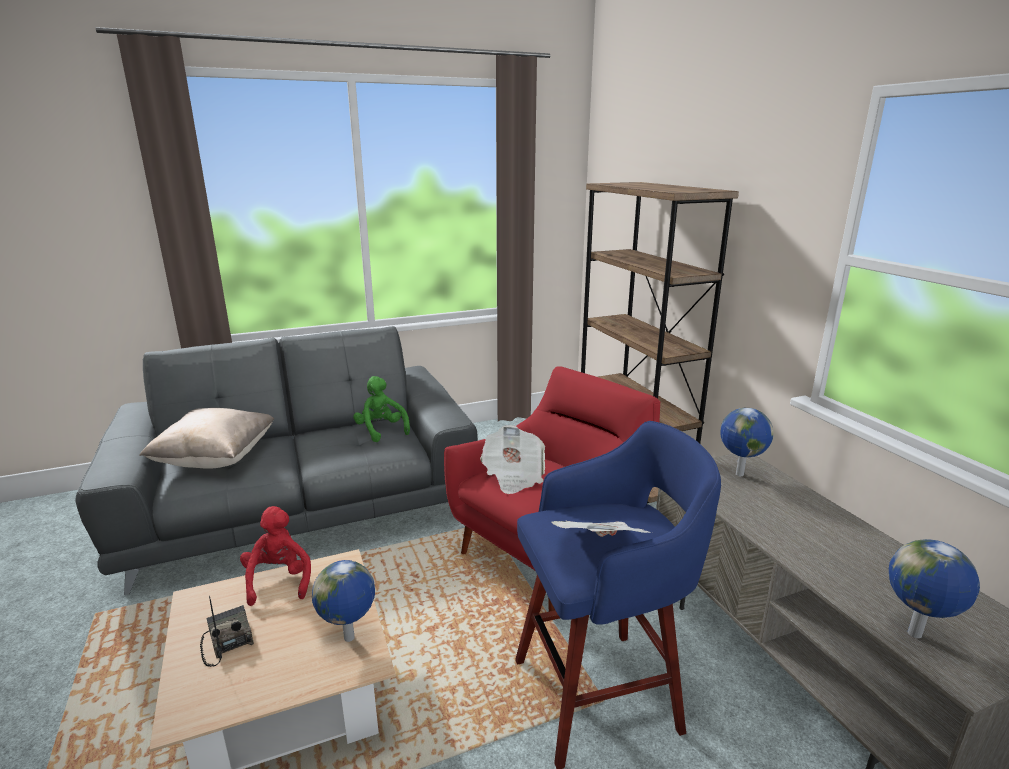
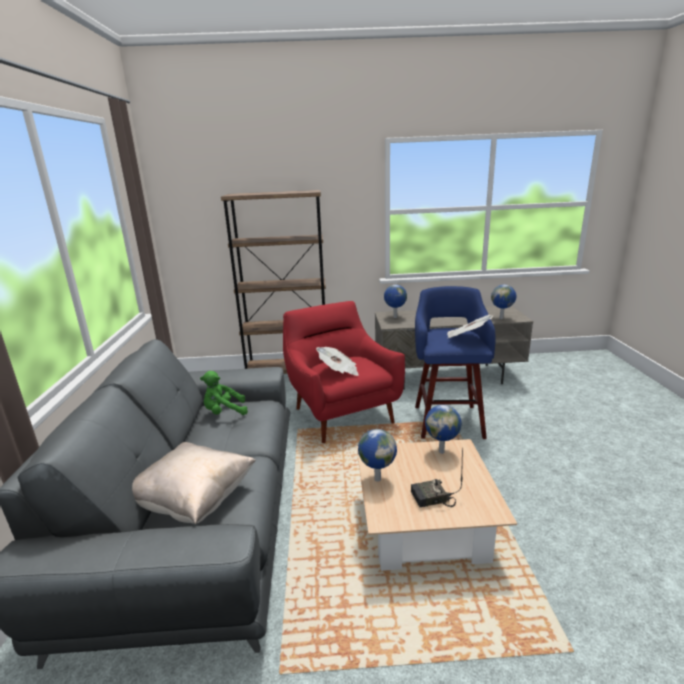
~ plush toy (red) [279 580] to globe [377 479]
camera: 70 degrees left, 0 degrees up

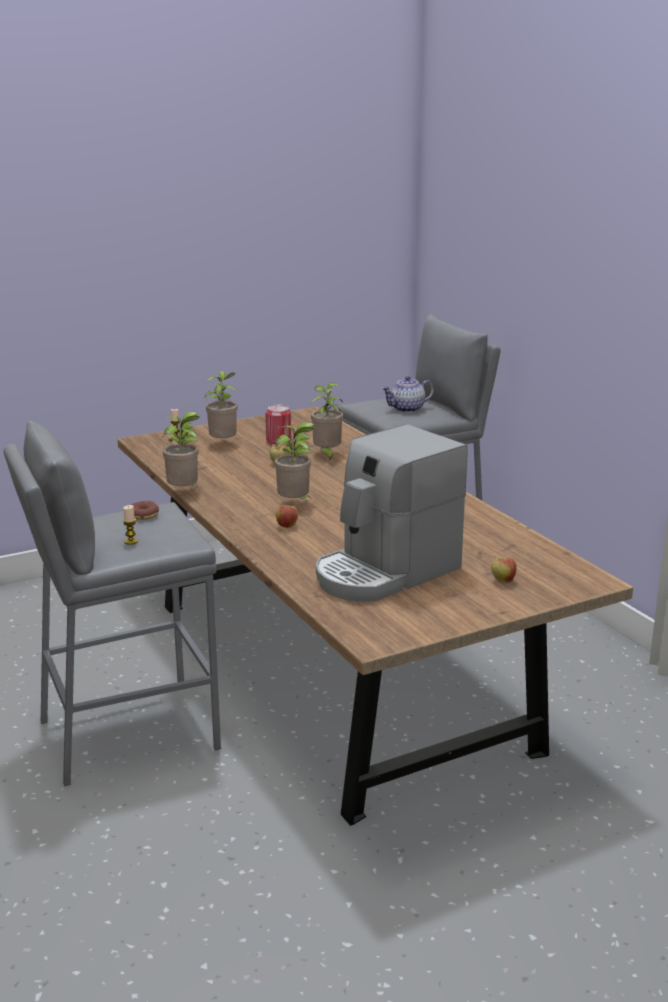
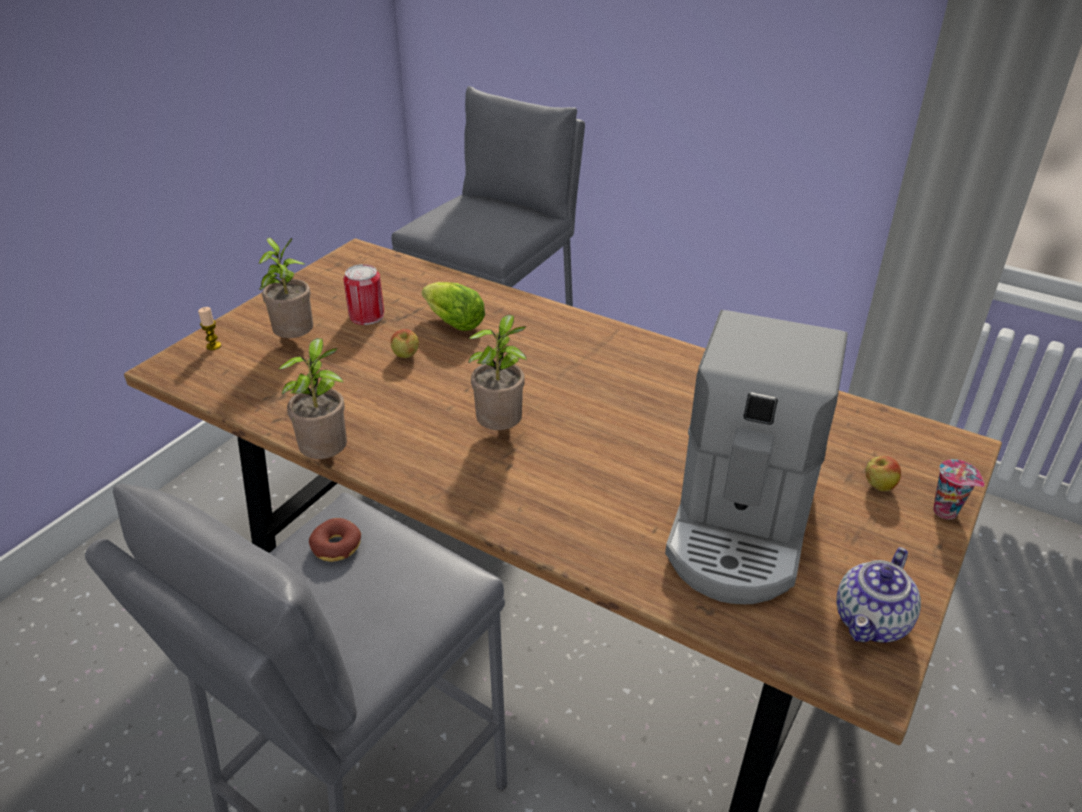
~ potted plant [327 455] to lettuce [451 322]
~ teapot [407 409] to [872 622]
+ cup [947 512]
- candle [131 541]
- apple [287 526]
camera: 30 degrees left, 15 degrees up

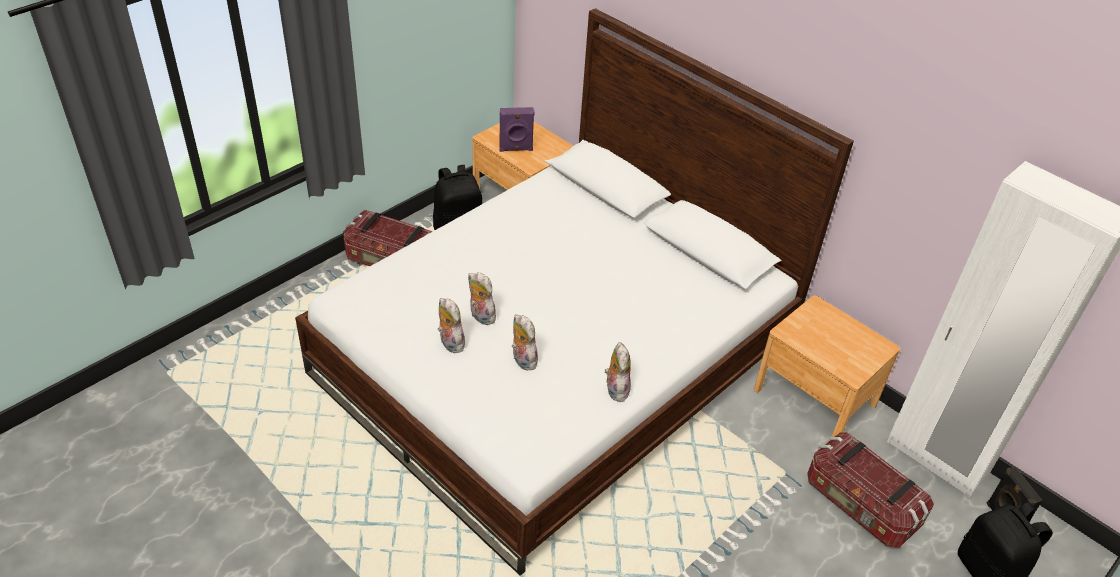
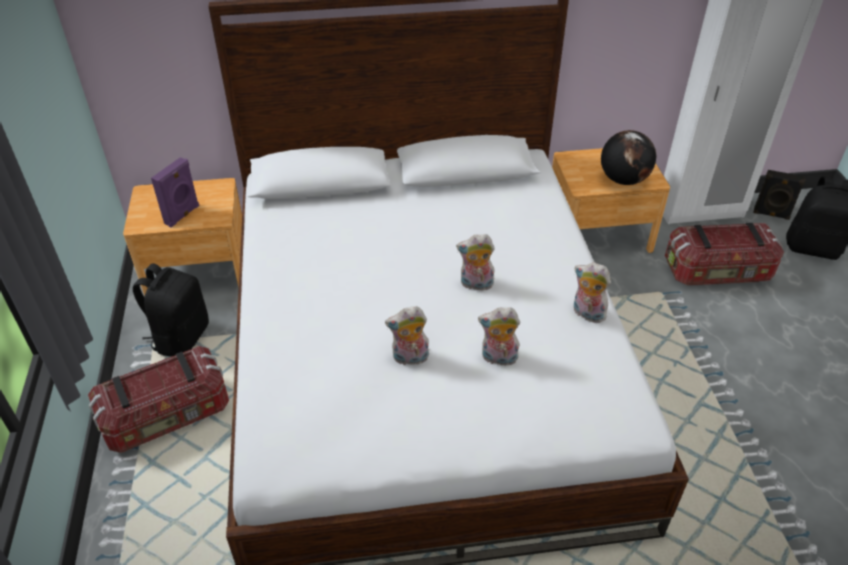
~ plush toy [450 343] to [475 285]
+ globe [623 180]
camera: 50 degrees left, 0 degrees up

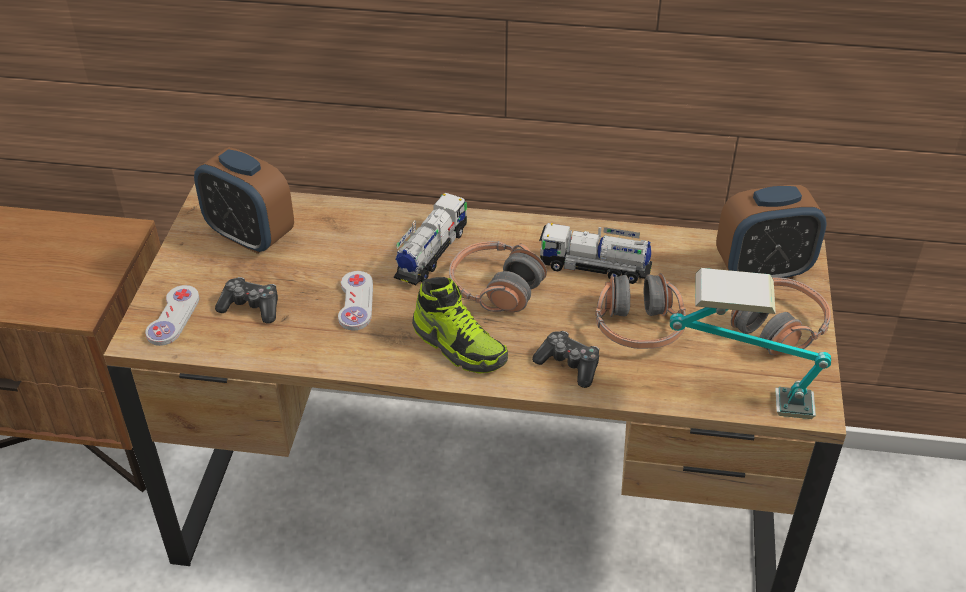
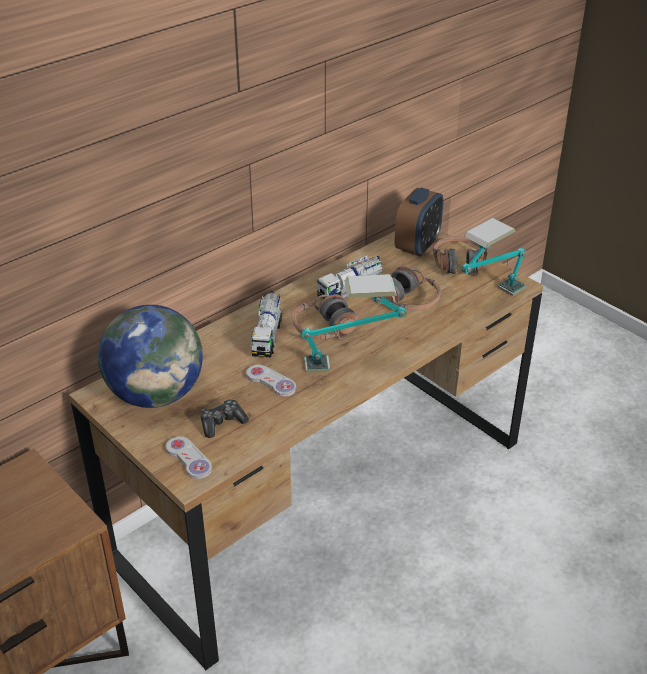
~ alarm clock [250 236] to globe [156 394]
~ toy truck [431 253] = [267 336] 150 degrees counterclockwise
~ shoe [460 346] to table lamp [352 363]
- game controller [569 365]
camera: 50 degrees left, 5 degrees down

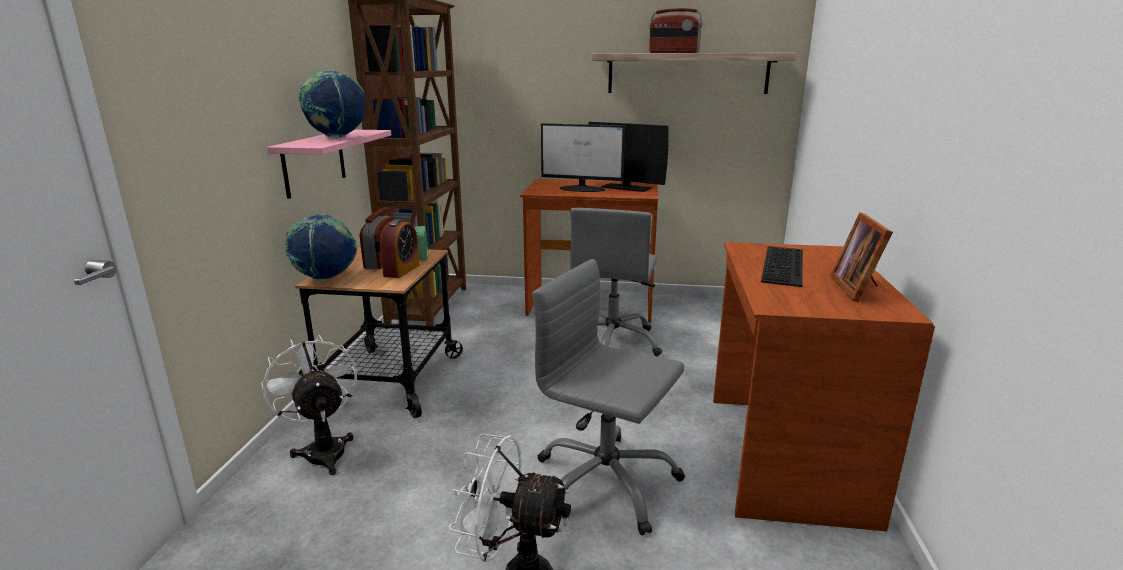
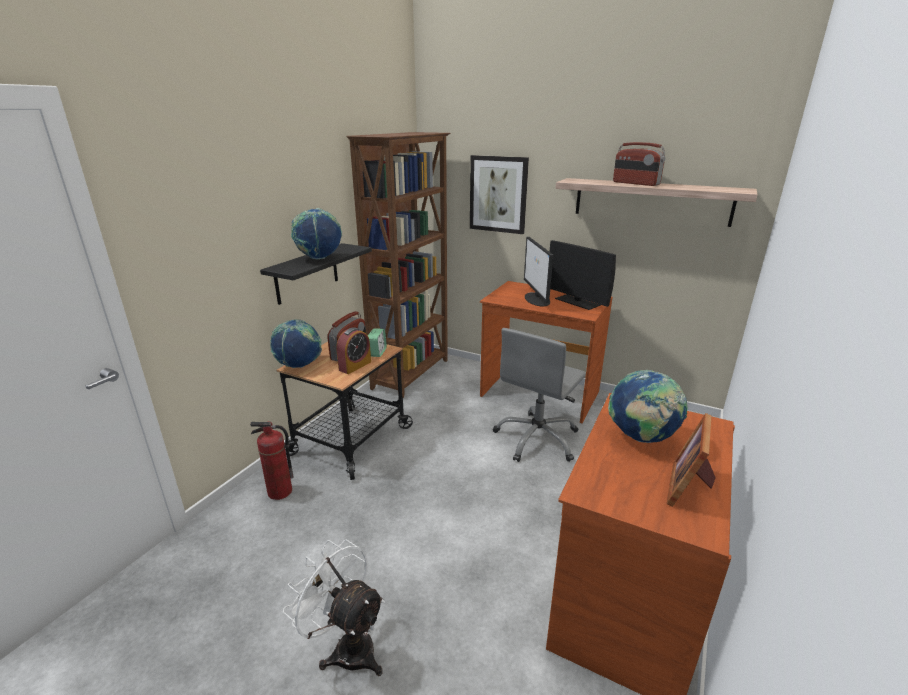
~ fan (white) [323 449] to fire extinguisher [279 492]
~ shelf (pink) [314 162] to shelf (black) [307 273]
+ picture [498 194]
~ monitor [582 189] = [537 299] 45 degrees clockwise
~ keyboard [785 266] to globe [641 438]
- office chair (grey) [605 483]
camera: 20 degrees right, 5 degrees up

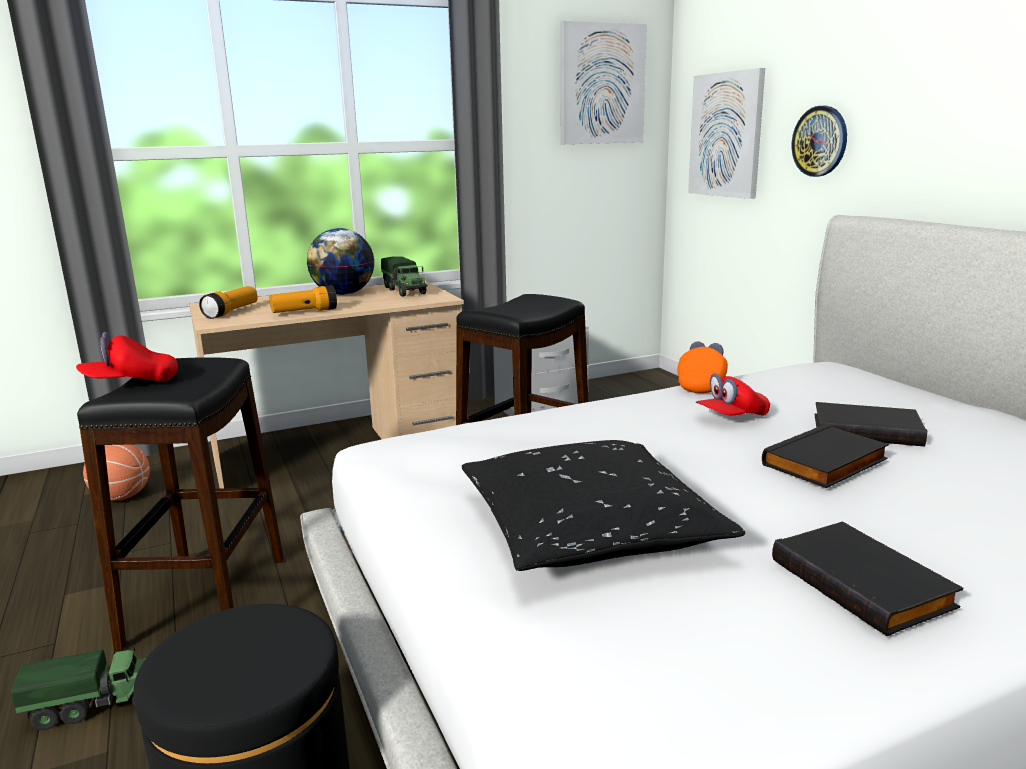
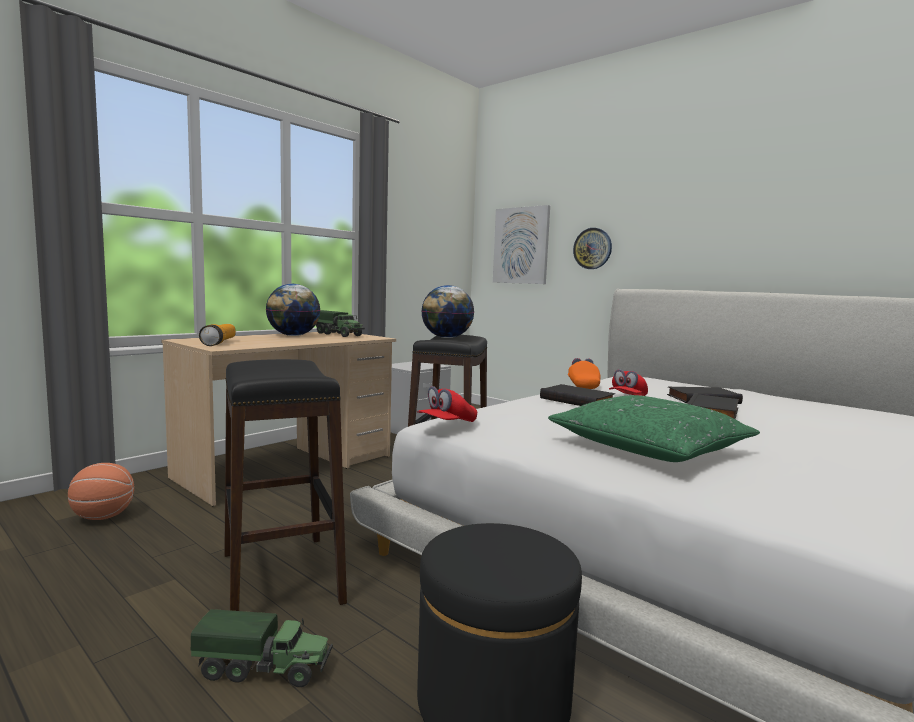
~ toy truck [102 704] = [264 669] 45 degrees clockwise
~ cap (red) [131 383] to [447 424]
+ globe [446 338]
~ book (black) [864 583] to [578 400]
~ pillow (black) [588 528] to pillow (green) [649 448]
- flashlight [304 312]
- picture [601 84]
camera: 25 degrees left, 10 degrees down

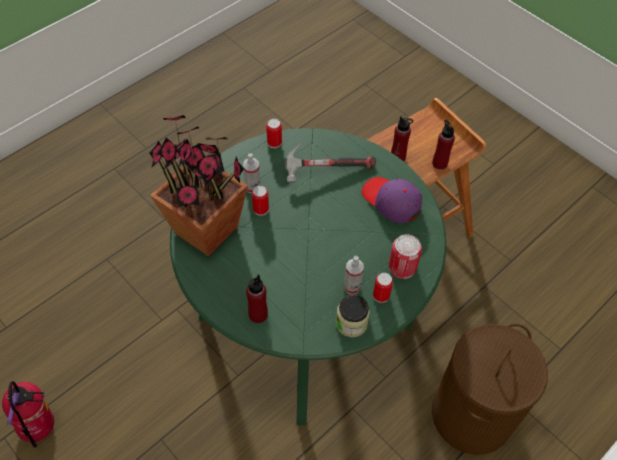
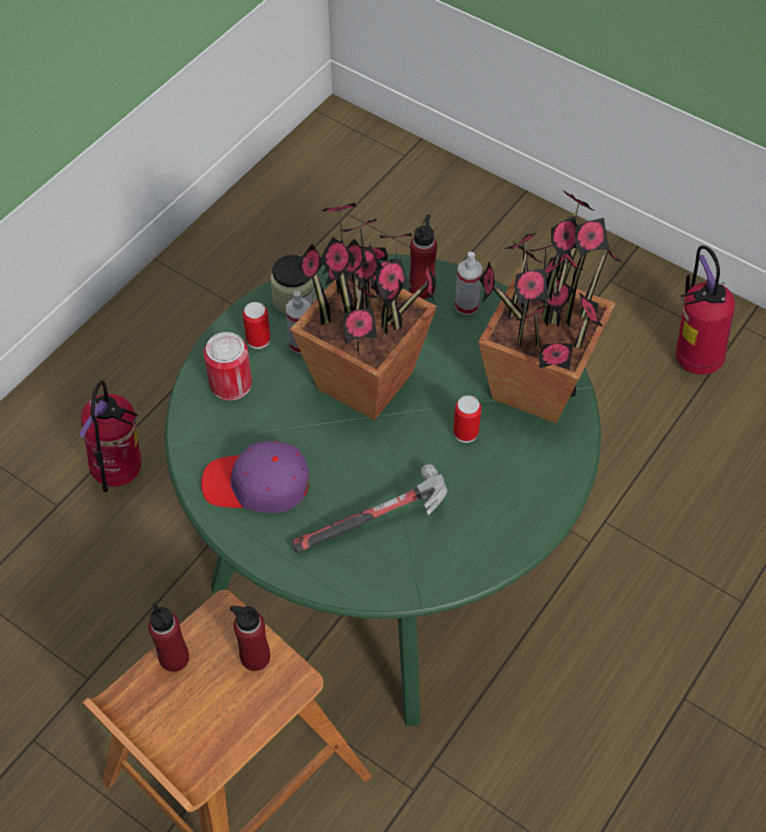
~ laundry basket (brown) [471 415] to fire extinguisher [120 474]
~ cap (purple) [391 201] = [257 484] 150 degrees clockwise
+ potted plant [366 381]
~ spray bottle [252 187] to [466 306]
- can [274 143]
camera: 170 degrees right, 0 degrees up

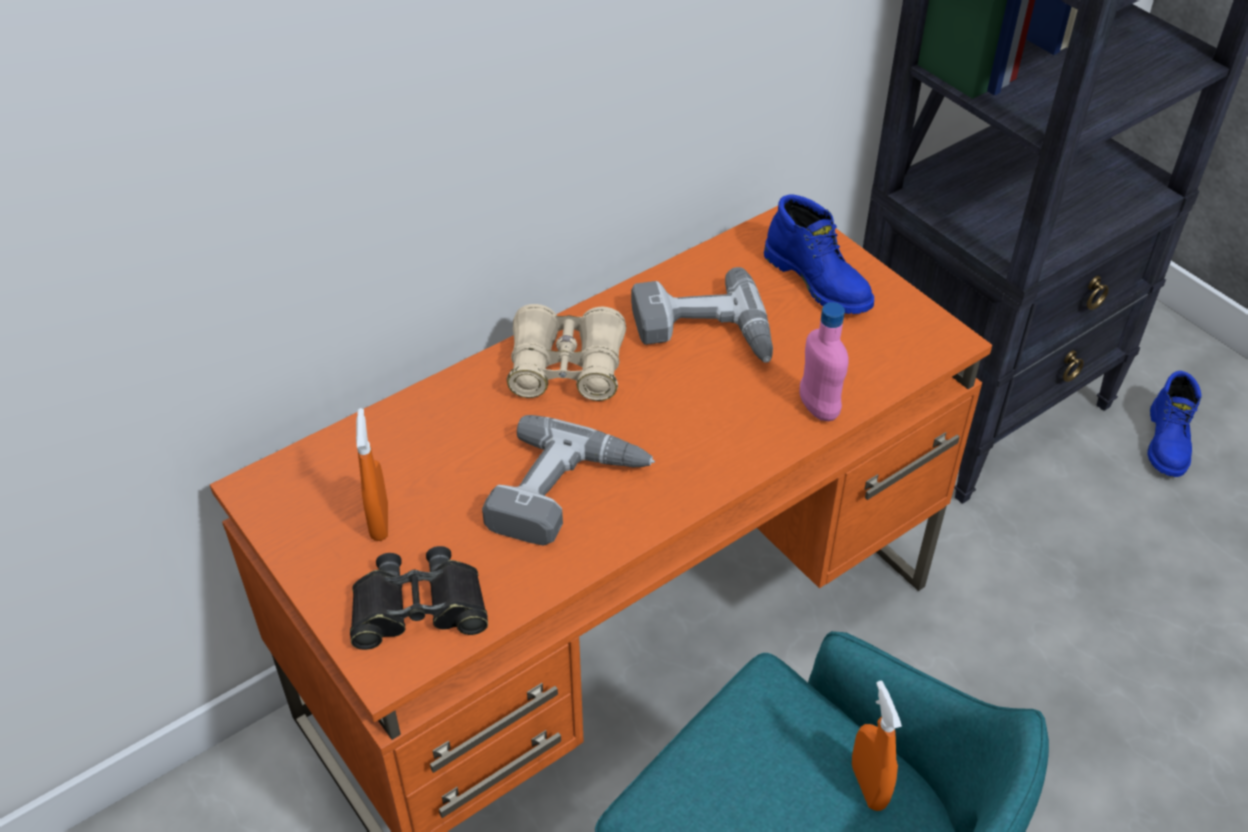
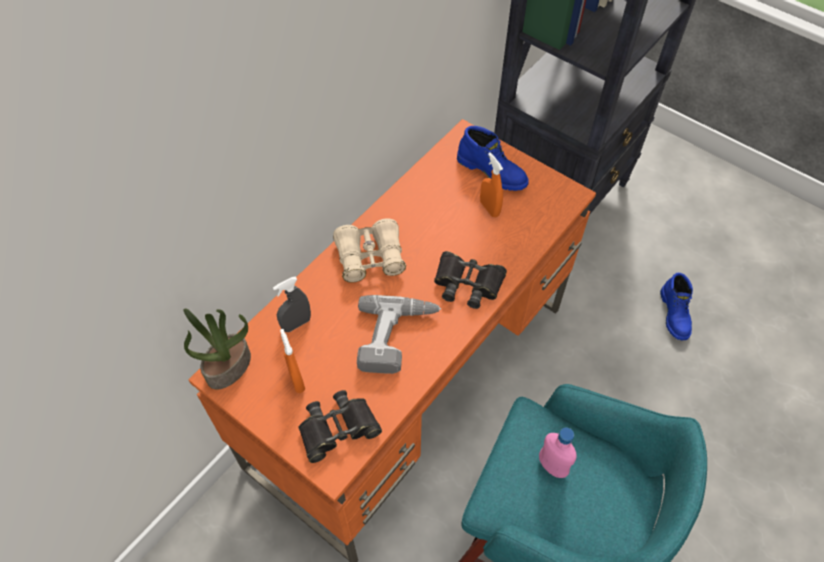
+ potted plant [228 366]
+ spray bottle (grey) [296 324]
+ binoculars (black) [467 283]
~ spray bottle (orange) [868 786] to [489 208]
~ bottle (pink) [818 408] to [552 466]
~ boot (blue) [1168 442] to [675 314]
- power drill [703 335]
camera: 15 degrees left, 10 degrees up

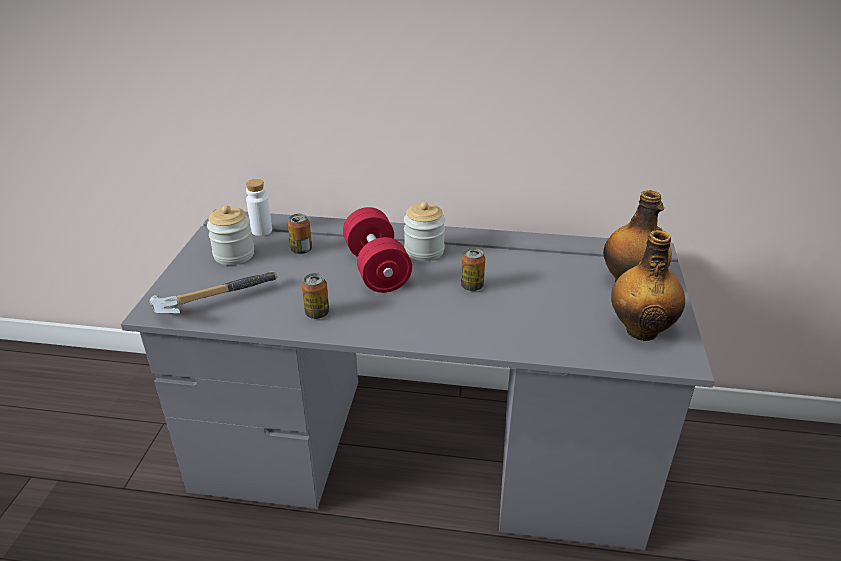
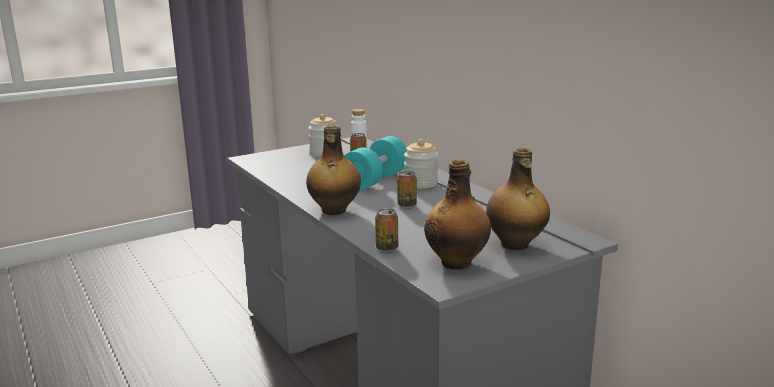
+ bottle [334 211]
~ dumbbell (red) [377 269] to dumbbell (turquoise) [375 180]
~ can [317 313] to [387 248]
- hammer [211 301]
camera: 50 degrees right, 15 degrees down

